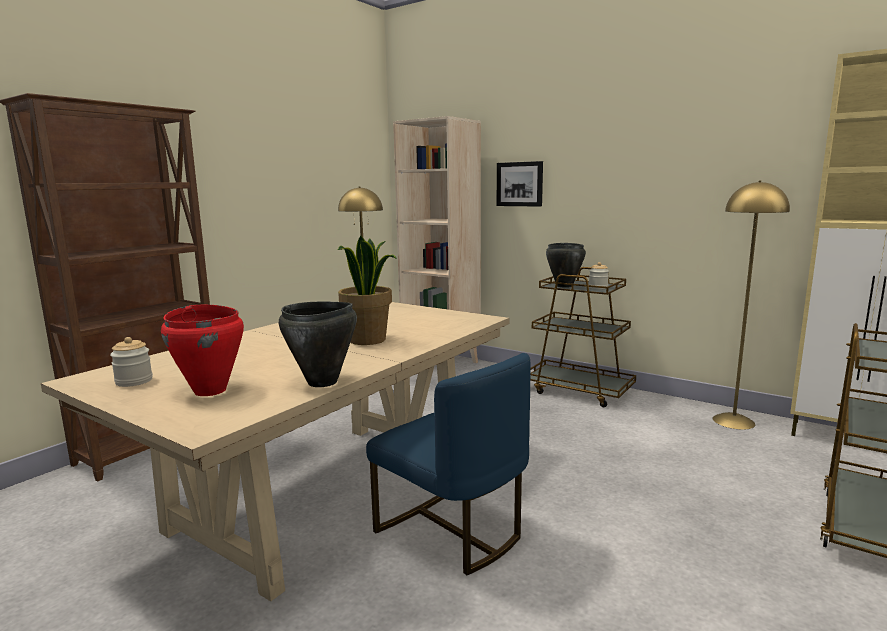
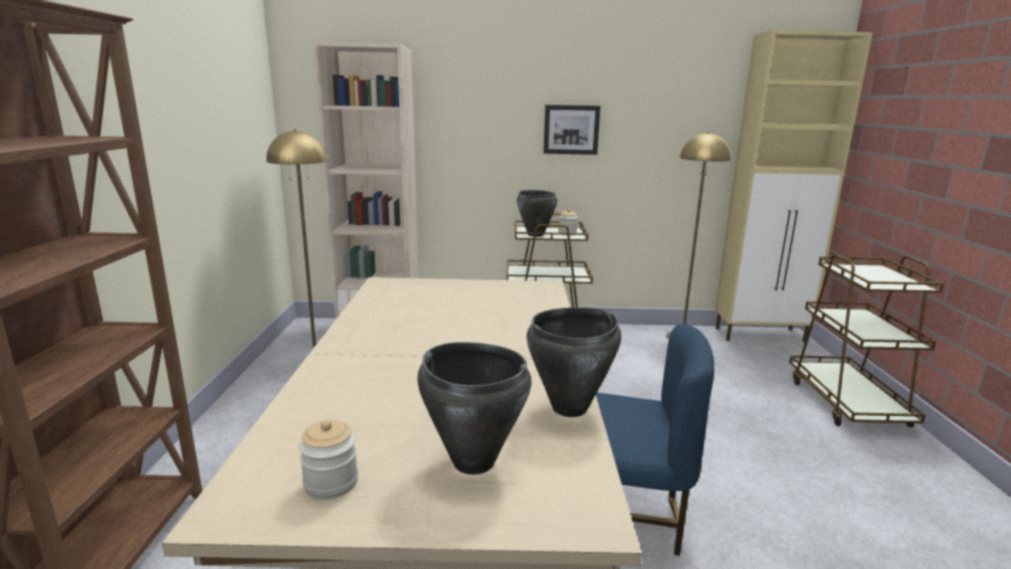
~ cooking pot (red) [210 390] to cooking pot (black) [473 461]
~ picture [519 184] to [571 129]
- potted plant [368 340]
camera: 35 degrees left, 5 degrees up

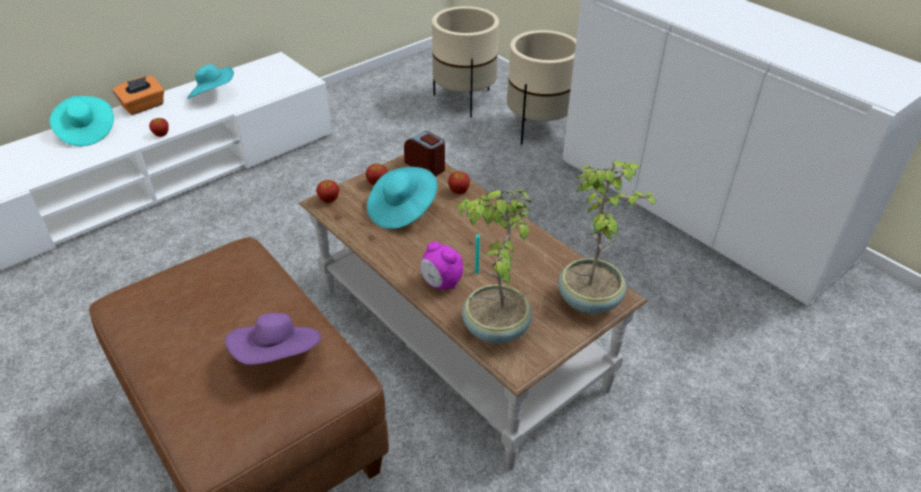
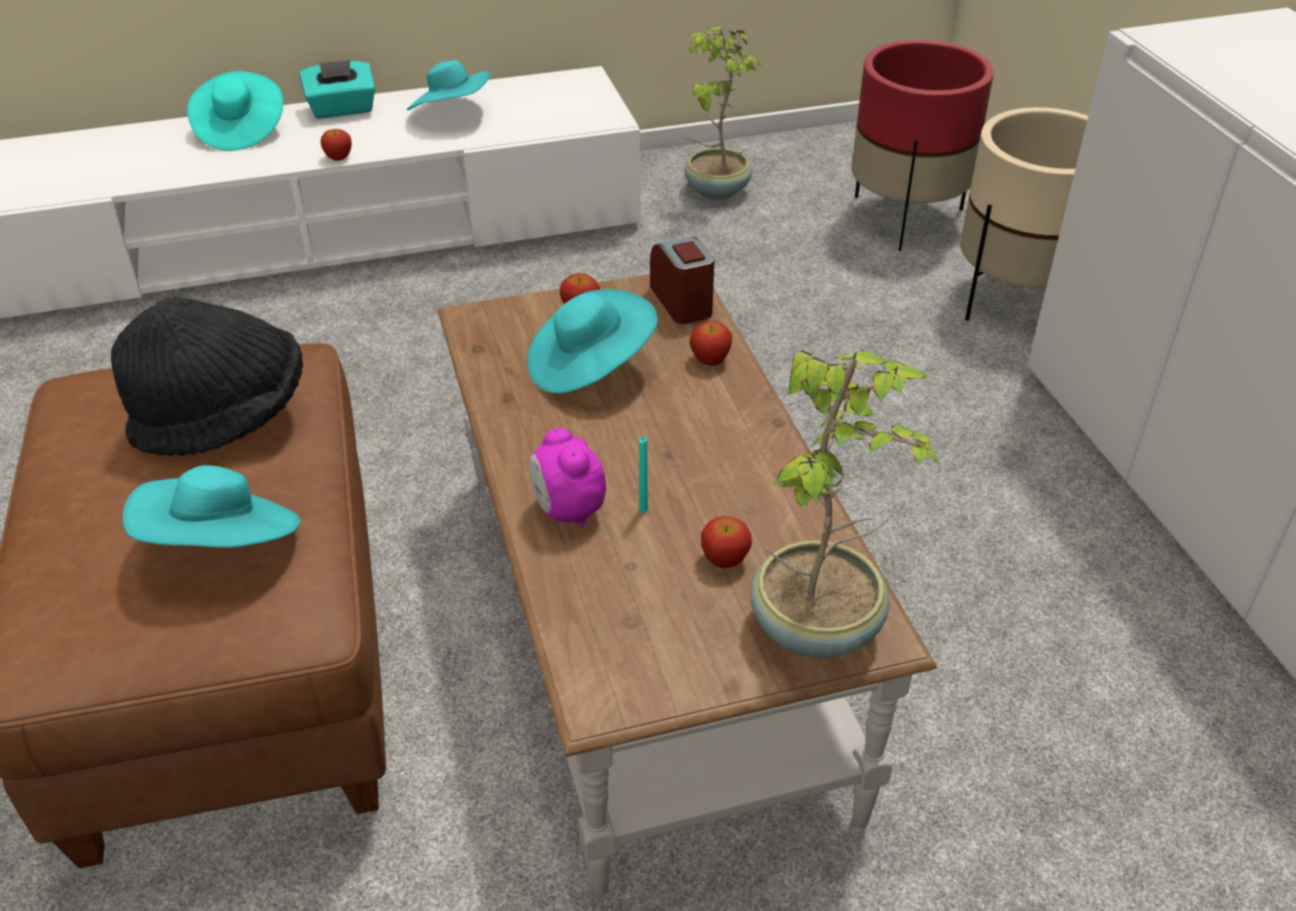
+ hat (black) [223 418]
~ hat (purple) [278 356] to hat (turquoise) [223 545]
~ tissue box (orange) [143 106] to tissue box (turquoise) [342 109]
~ potted plant [494 329] to [715 190]
~ apple [329 200] to [724 559]
~ planter (beige) [464 100] to planter (red) [905 218]
camera: 25 degrees right, 0 degrees up

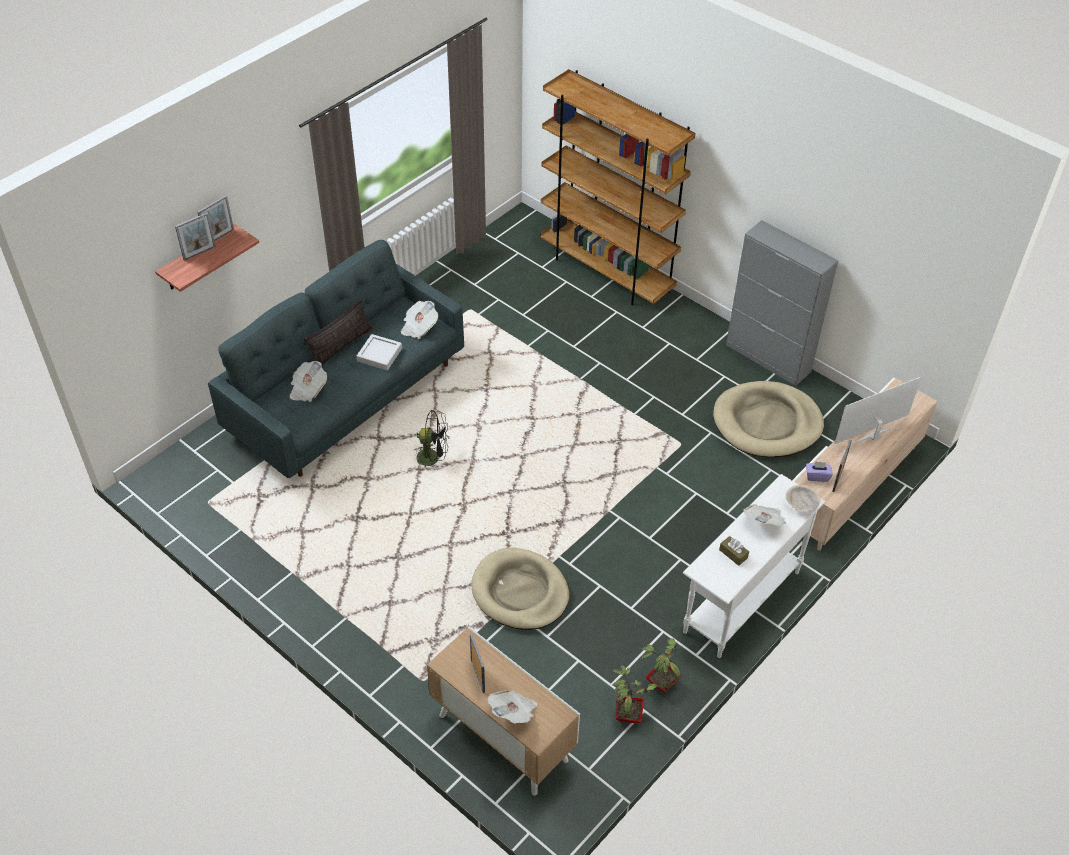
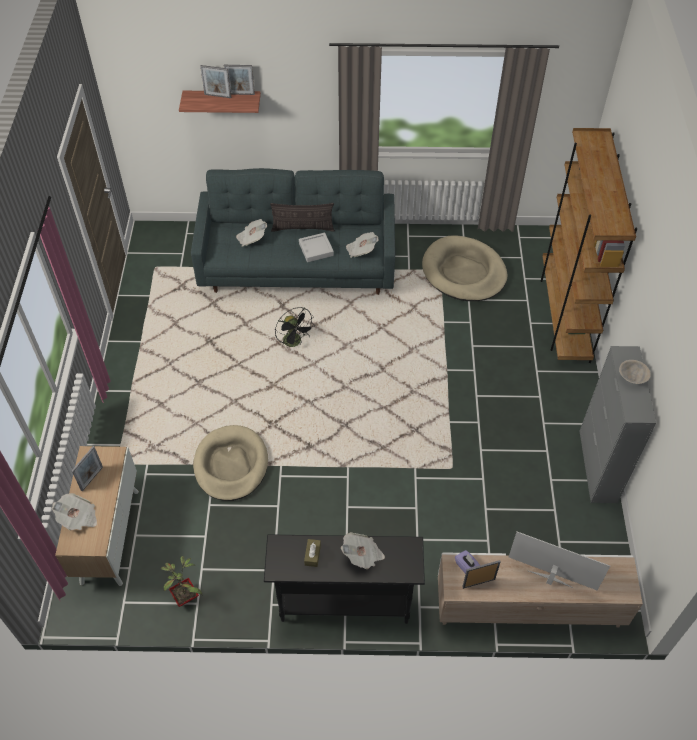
~ console table (white) [741 602] to console table (black) [344 602]
~ dog bed (beige) [767 423] to [464 272]
~ bowl (beige) [801 504] to [632 377]
- potted plant [661 682]
camera: 50 degrees right, 5 degrees up

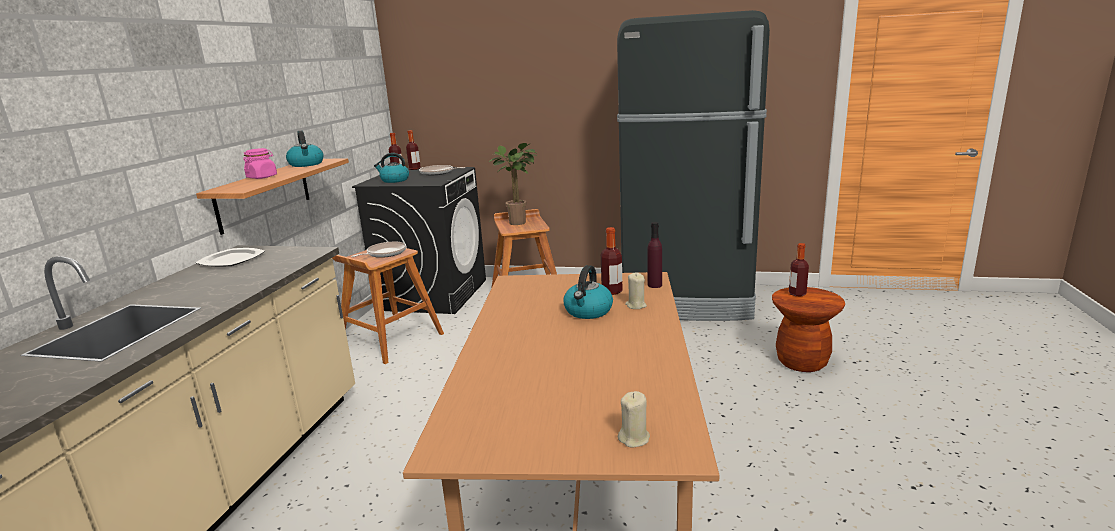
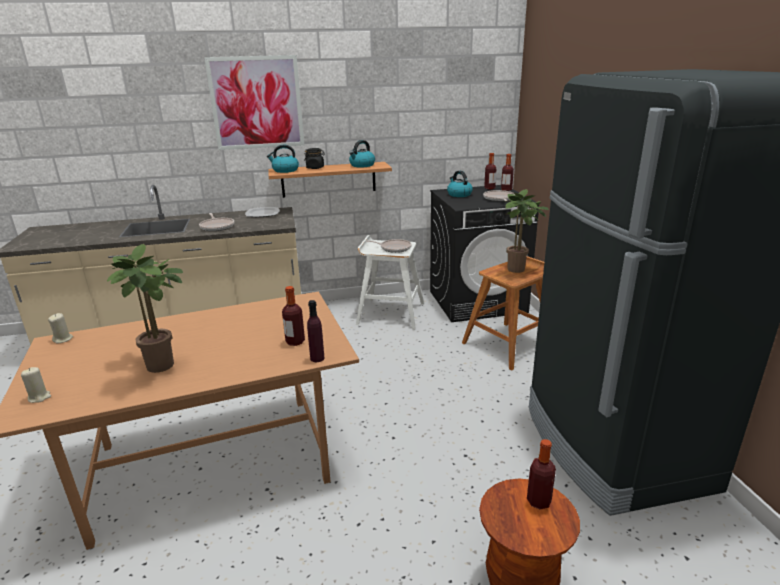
~ candle (beige) [636 305] to [63 339]
+ potted plant [164 366]
+ frying pan [217 226]
+ picture [256 103]
~ kettle [588 311] to [285 170]
~ jar (pink) [262 177] to jar (black) [315 168]
~ stool (brown) [390 340] to stool (white) [390 313]
camera: 65 degrees right, 5 degrees up

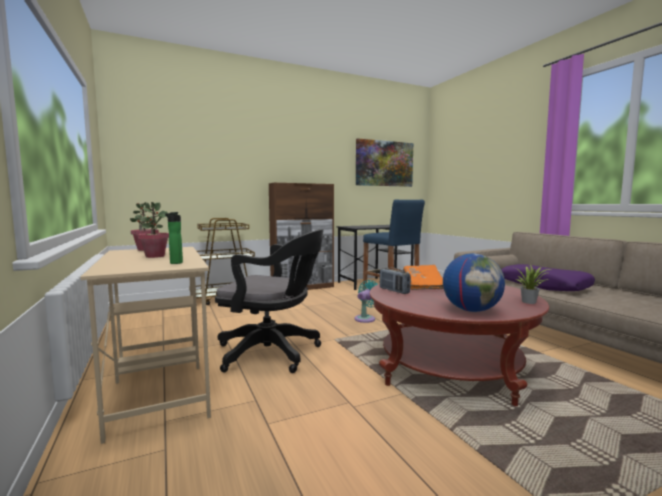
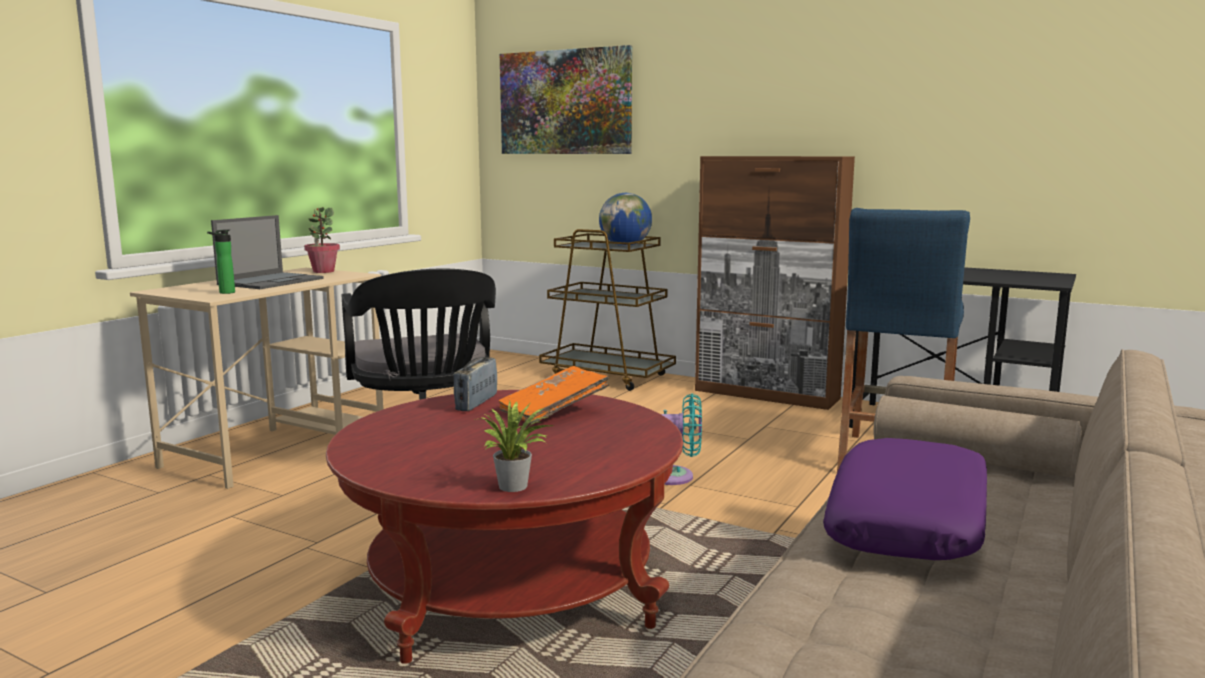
~ potted plant [155 256] to laptop [271 281]
~ picture [384 163] to [565 102]
~ globe [471 310] to [625 246]
camera: 55 degrees right, 5 degrees up

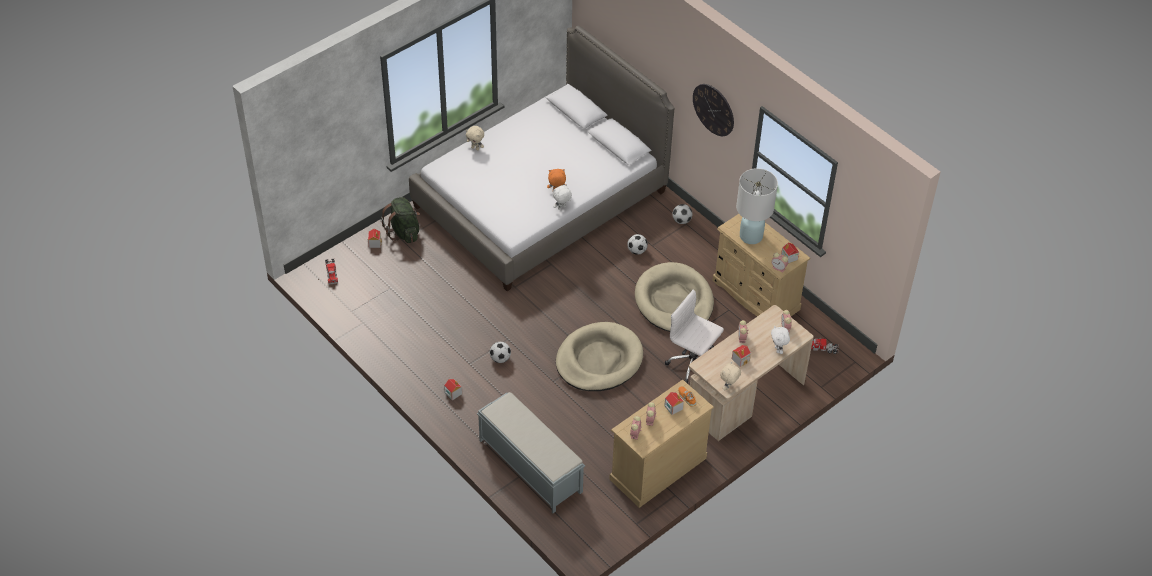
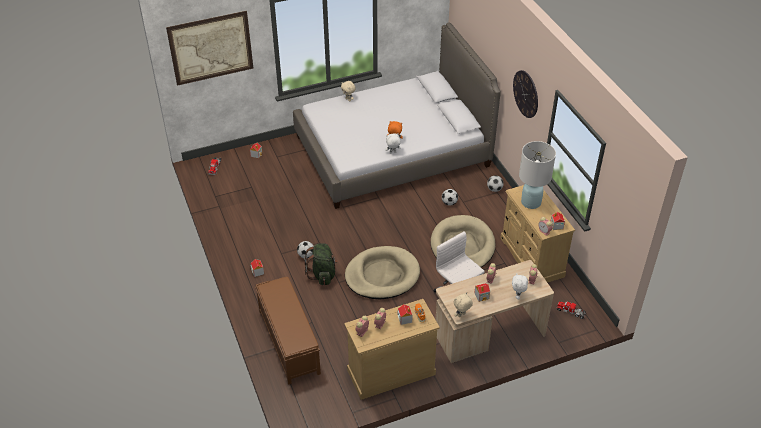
+ picture [211 48]
~ bench (grey) [529 465] to bench (brown) [288 341]
~ backpack (green) [404 232] to [323 274]
camera: 20 degrees right, 5 degrees down

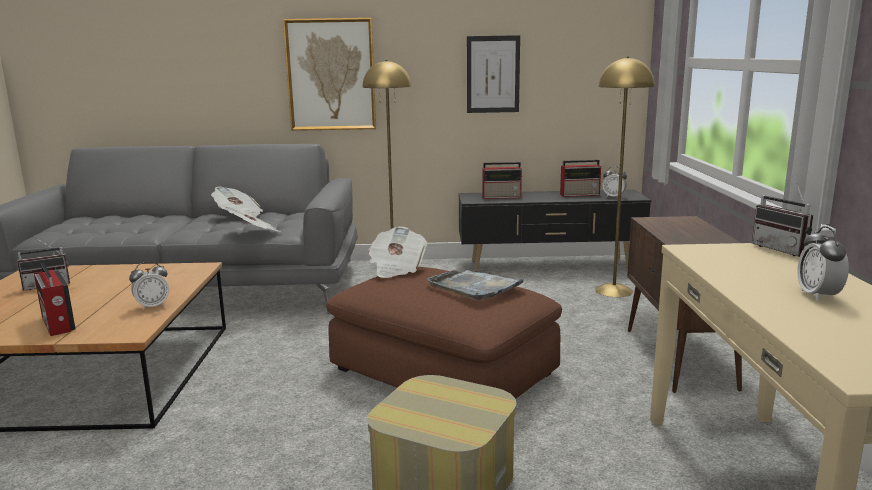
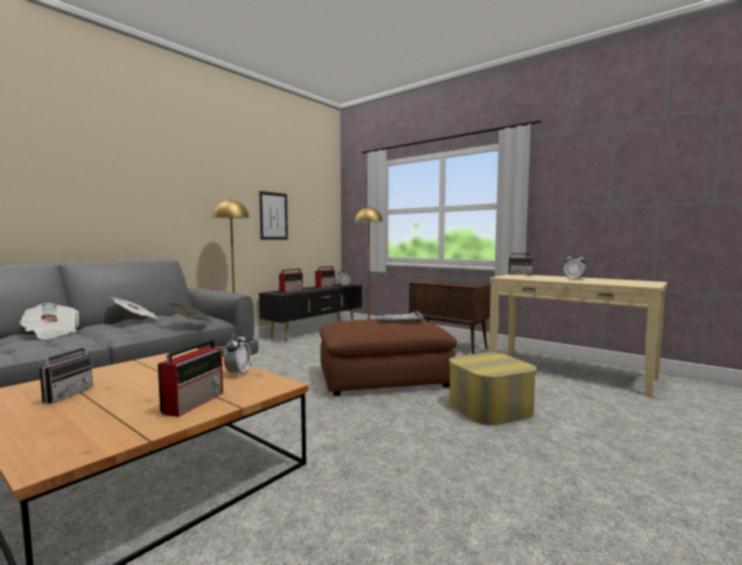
~ newspaper [396 268] to [51 334]
~ radio [57 324] = [195 402] 75 degrees counterclockwise
- picture [331 75]
camera: 50 degrees left, 10 degrees down

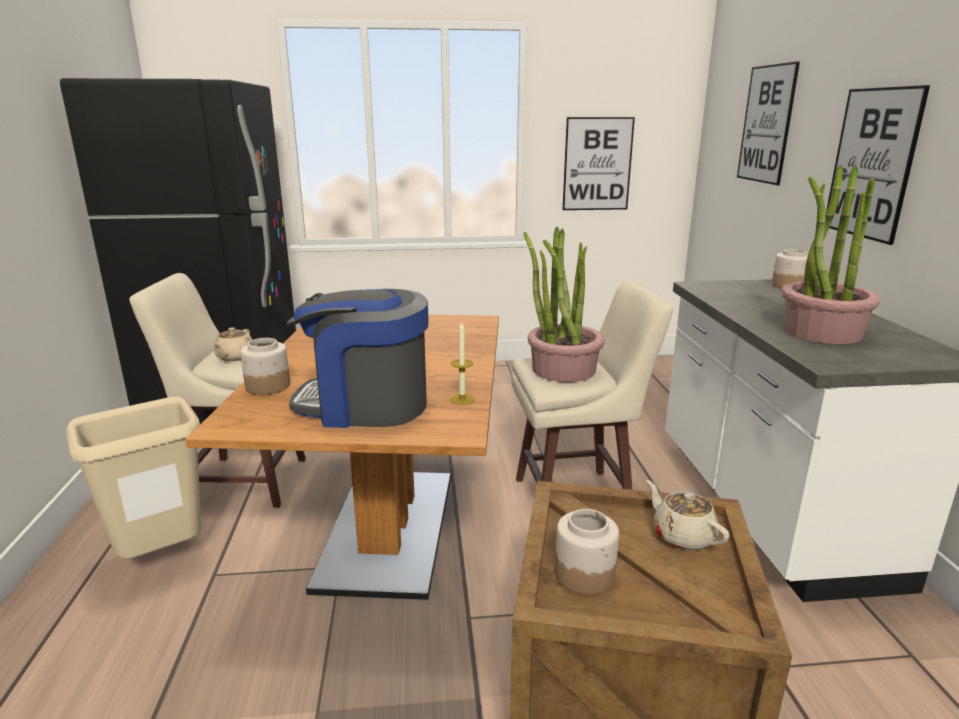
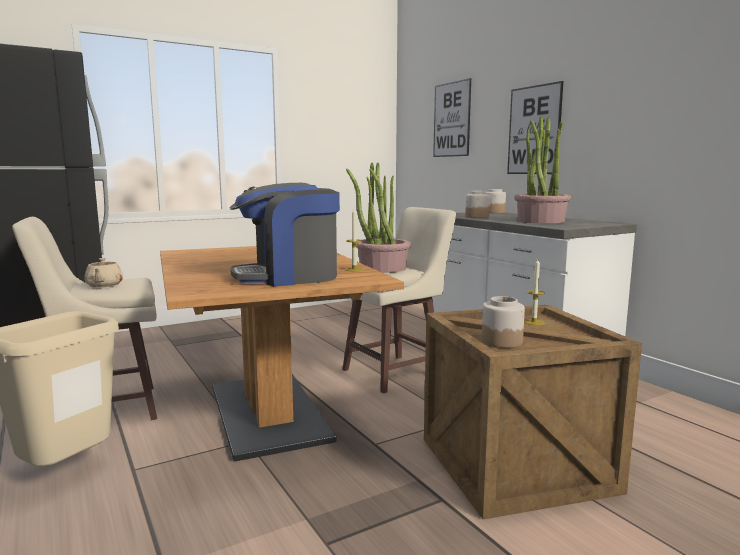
~ jar [267 386] to [477 217]
~ teapot (beige) [682 536] to candle [534 322]
- picture [597 164]
camera: 25 degrees left, 10 degrees down

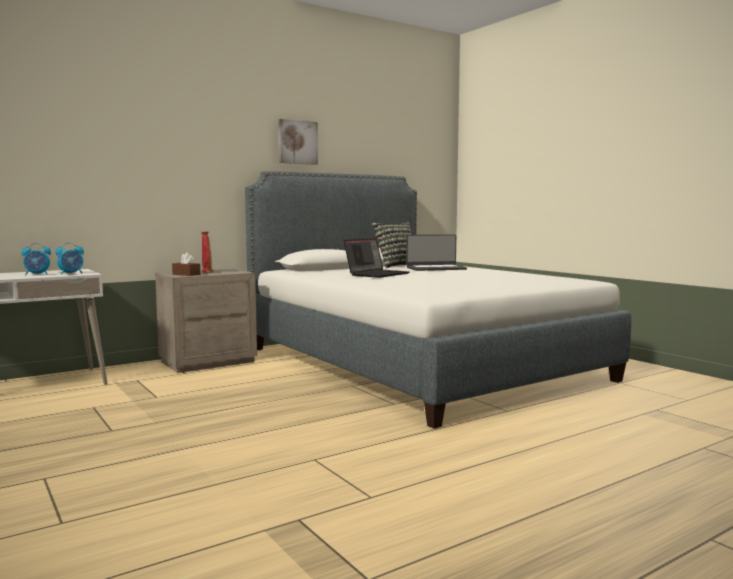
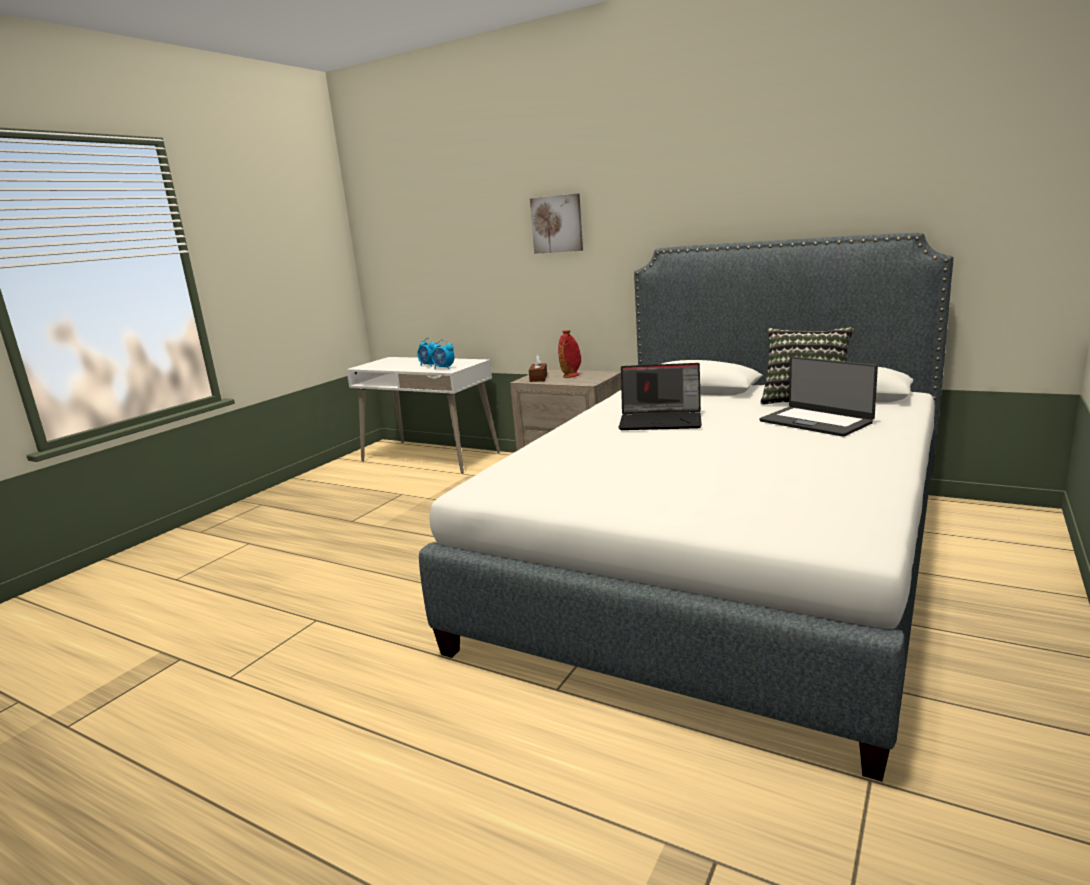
~ picture [297 142] to [557 224]
camera: 65 degrees right, 10 degrees up

